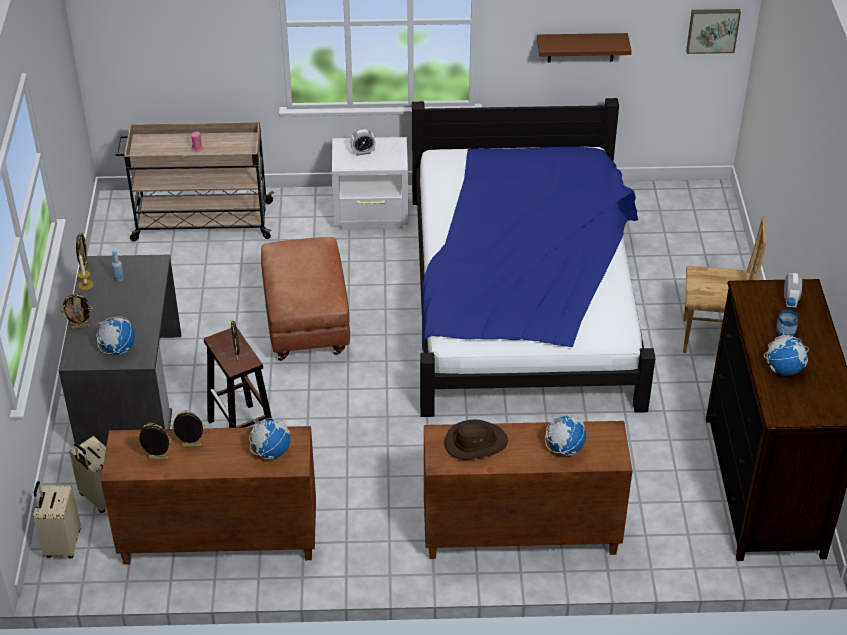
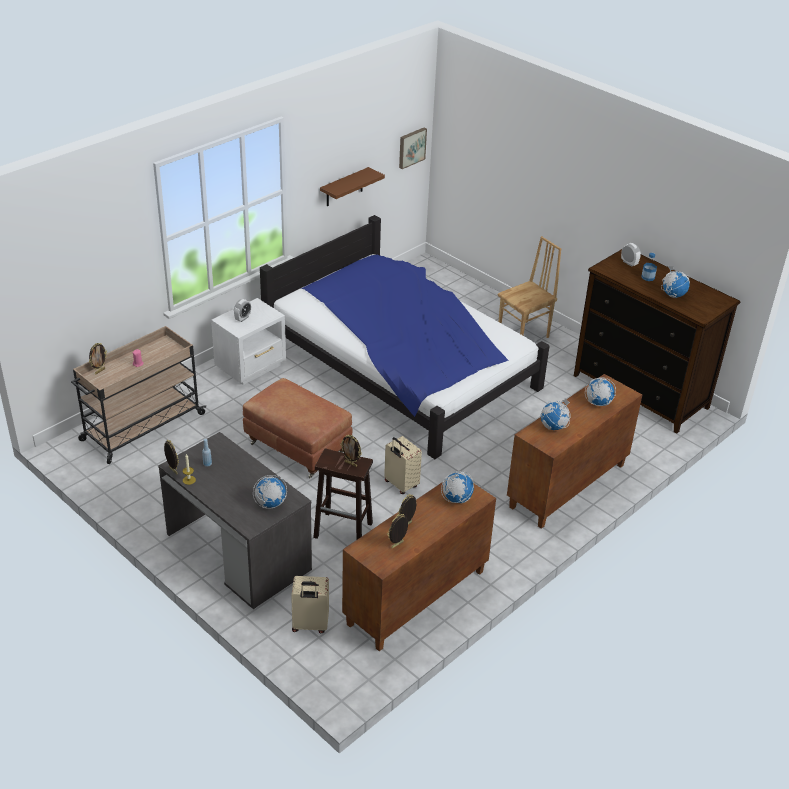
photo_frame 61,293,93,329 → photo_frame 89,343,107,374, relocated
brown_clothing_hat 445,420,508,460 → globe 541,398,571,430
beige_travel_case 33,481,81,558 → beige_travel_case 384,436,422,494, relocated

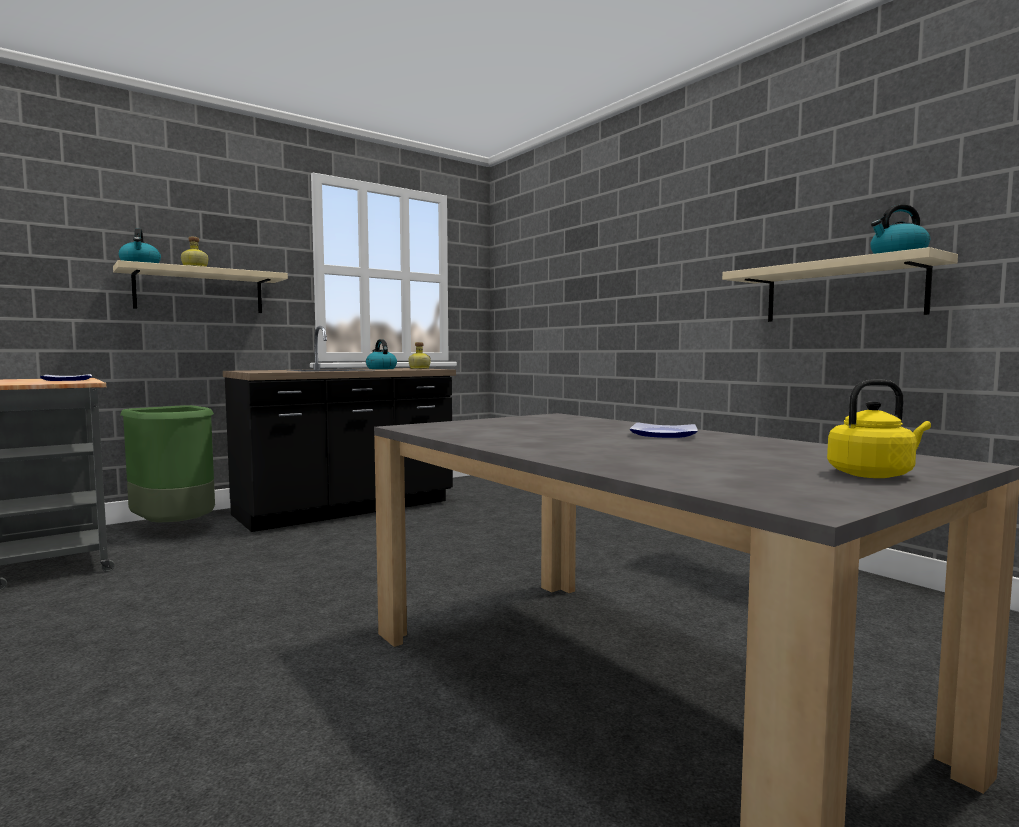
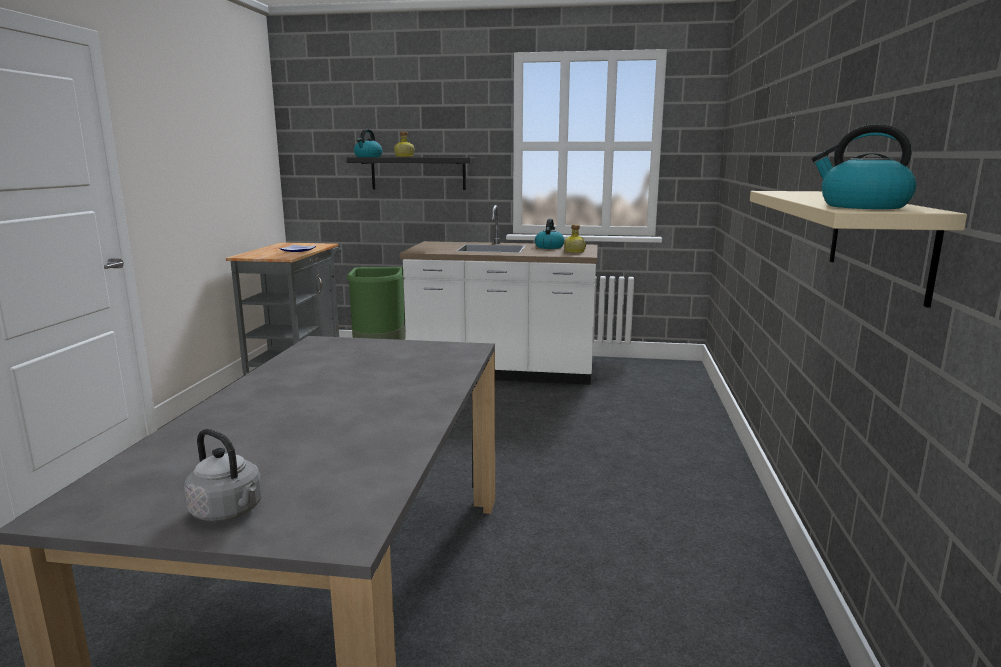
beige_shelf 113,260,288,313 → black_shelf 347,157,477,190
black_counter 223,326,456,532 → whitish_counter 400,205,598,385
yellow-coloured_water_kettle 827,379,931,478 → gray_water_kettle 184,429,262,522
flat_dish 630,422,698,438 → -

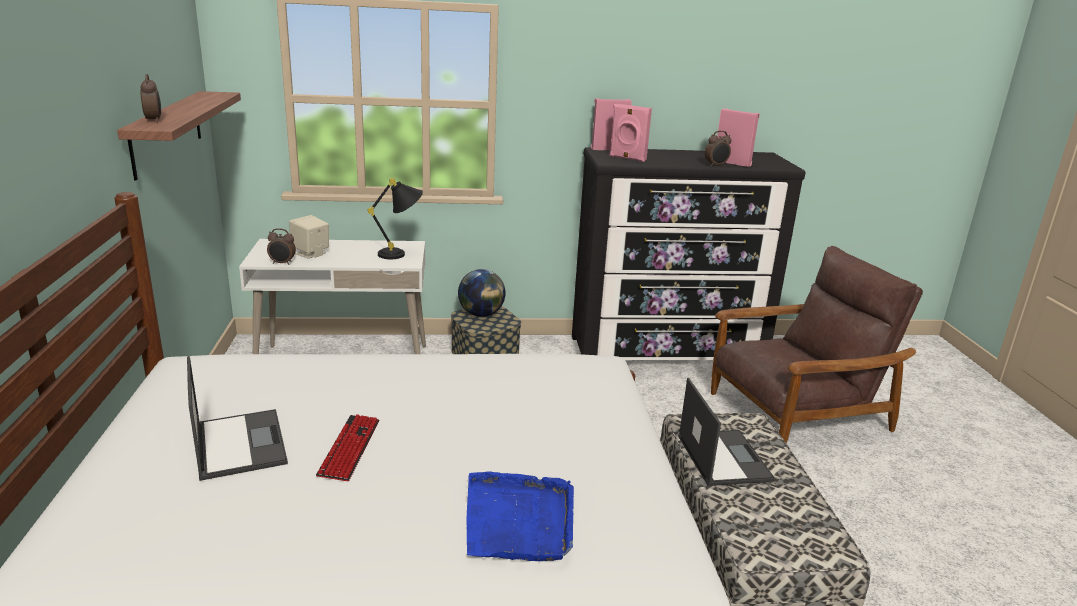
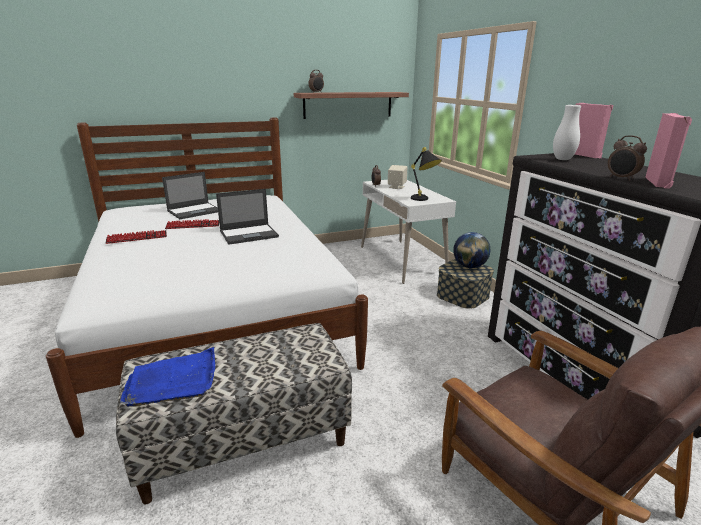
pink-coloured_audio_speaker 609,104,652,162 → whitish_decorative_vase 553,105,581,160
portable_computer 678,378,775,486 → portable_computer 216,189,279,245, relocated
blue_carrying_tray 467,472,574,561 → blue_carrying_tray 120,347,215,407, relocated
- → computer_keyboard 106,230,167,244

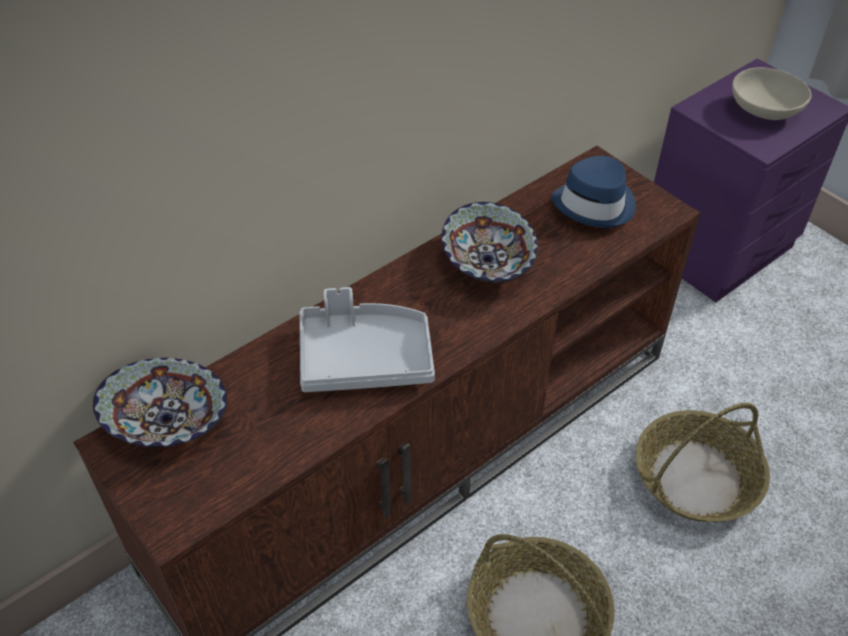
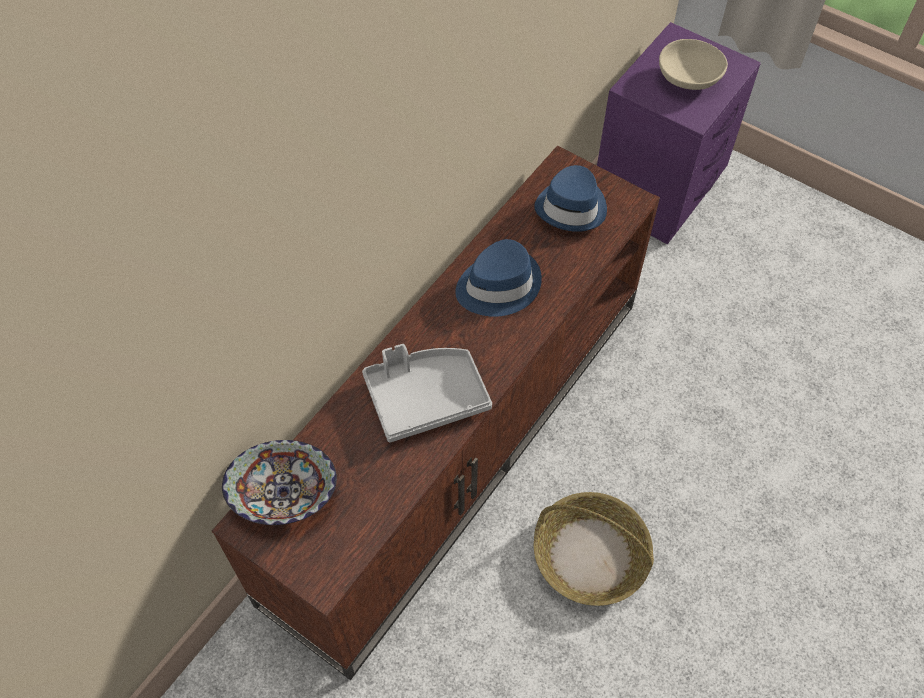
bowl 442,202,538,282 → blue_clothing_hat 455,239,542,317
basket 636,403,770,522 → -

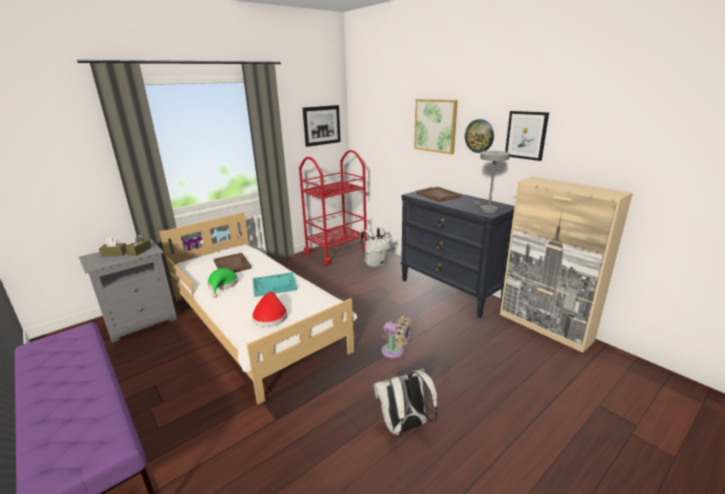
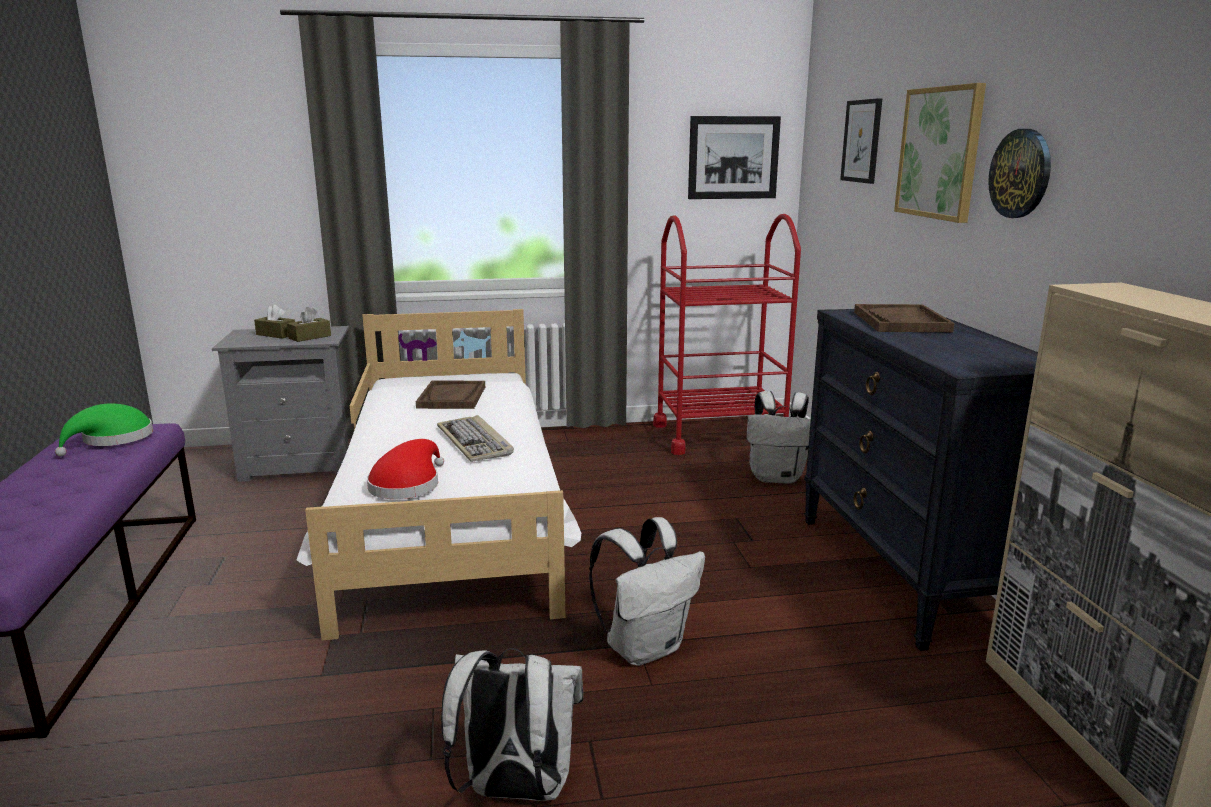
wall_art 505,111,549,161 → wall_art 840,98,882,184, relocated
gray_tabletop_lamp 474,151,510,213 → -
green-coloured_clothing_hat 207,268,238,298 → green-coloured_clothing_hat 55,403,153,456, relocated
turquoise-coloured_carrying_tray 253,272,297,297 → computer_keyboard 437,415,514,462
beige_fan 381,316,411,359 → whitish_backpack 589,517,705,666

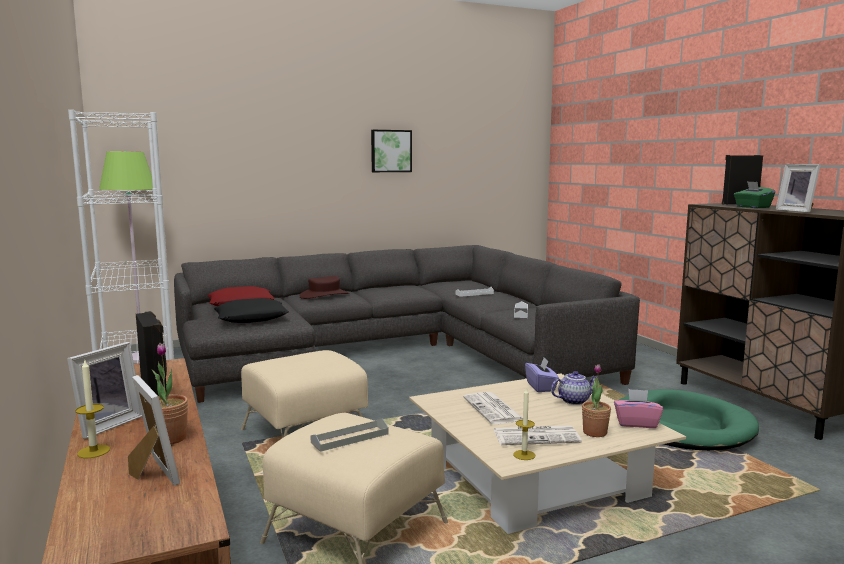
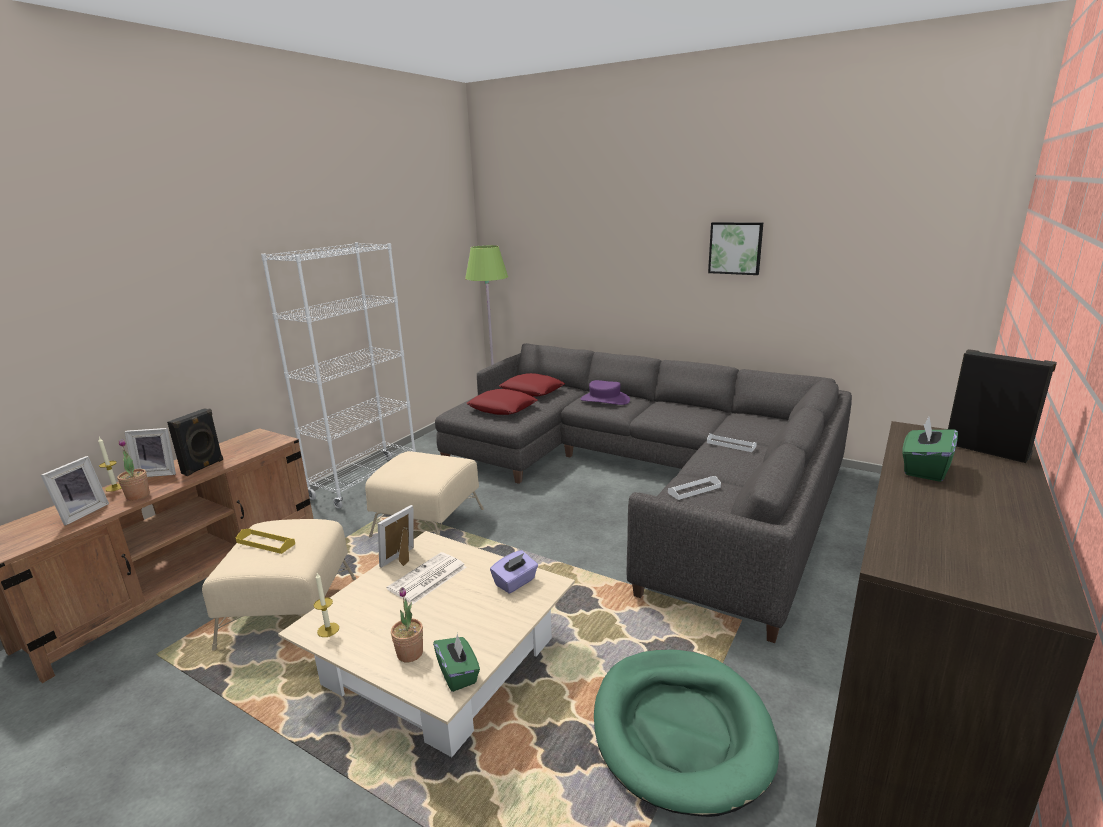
photo_frame 776,164,821,213 → photo_frame 378,505,414,568, relocated
brown_clothing_hat 299,276,349,299 → purple-coloured_clothing_hat 581,380,630,405
black_pillow 214,298,289,323 → red_pillow 467,389,538,415
teapot 551,371,598,405 → -
pink-coloured_tissue_holder 614,389,663,428 → green-coloured_tissue_holder 433,633,480,692
gray_carrying_tray 310,418,388,452 → yellow-coloured_carrying_tray 235,529,295,554
printed_paper 494,425,582,445 → -

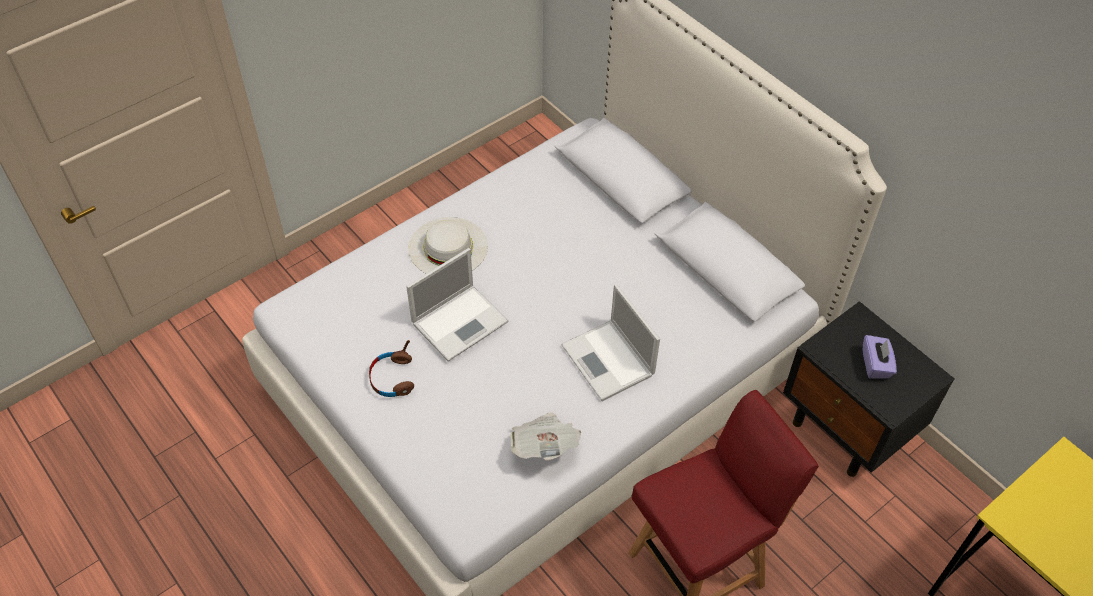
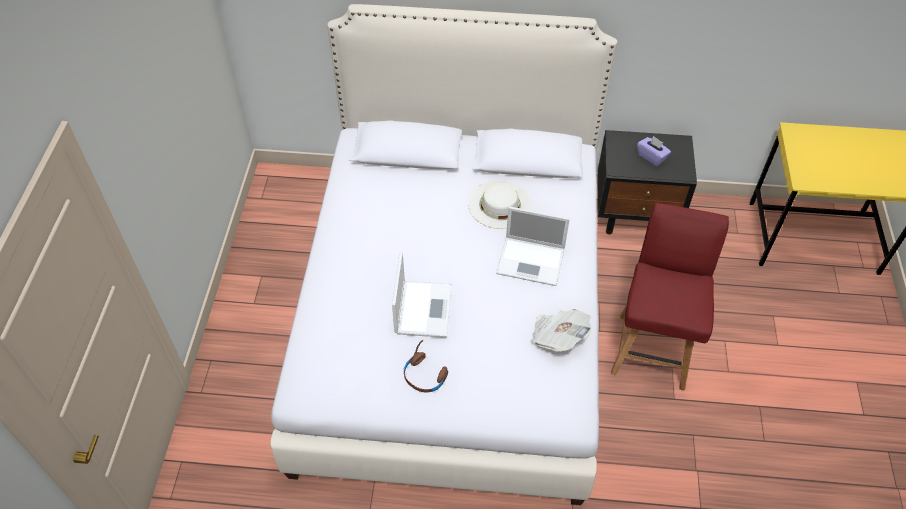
whitish_clothing_hat 409,217,488,274 → whitish_clothing_hat 468,181,532,229, relocated

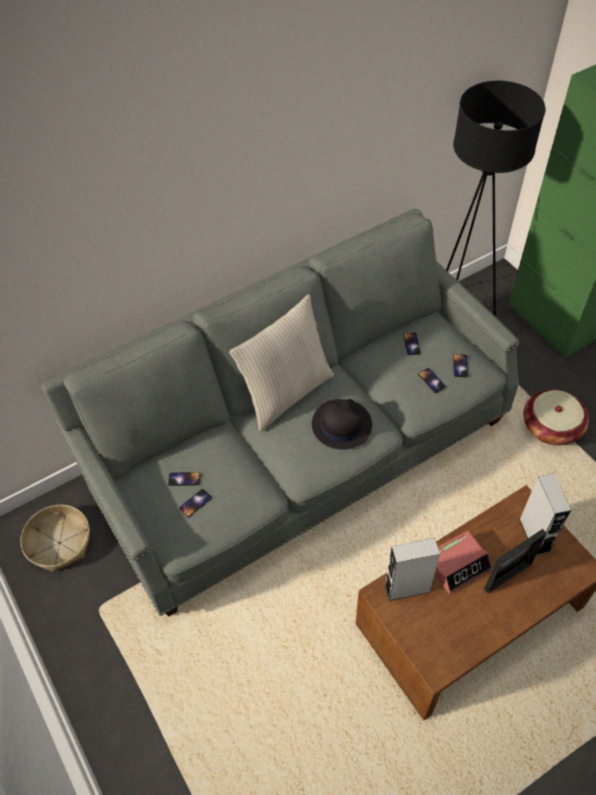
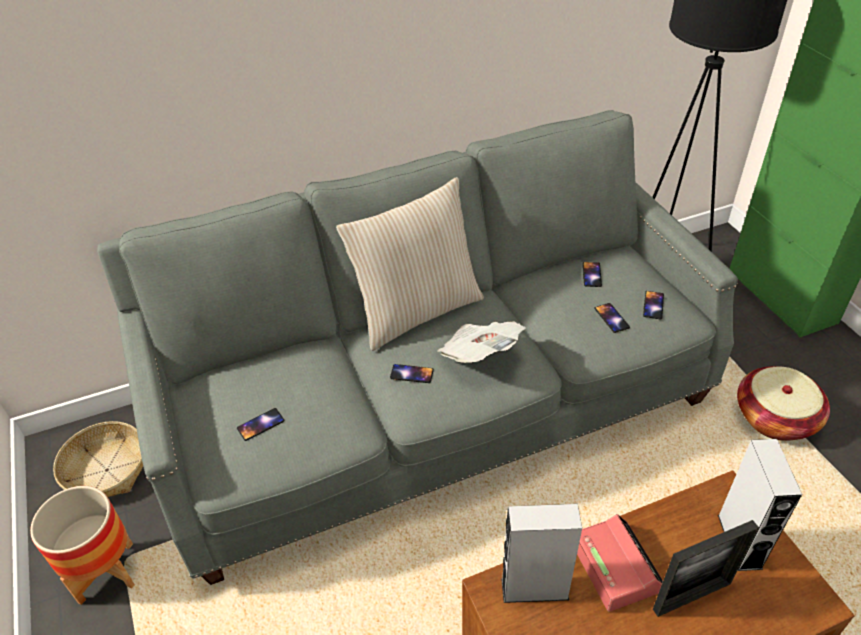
black_clothing_hat 312,399,372,450 → printed_paper 437,321,526,363
handset 168,472,200,486 → handset 390,364,434,383, relocated
table_clock 435,531,492,594 → table_clock 577,514,663,612, 90 degrees counterclockwise
- → flower_pot 30,486,135,605

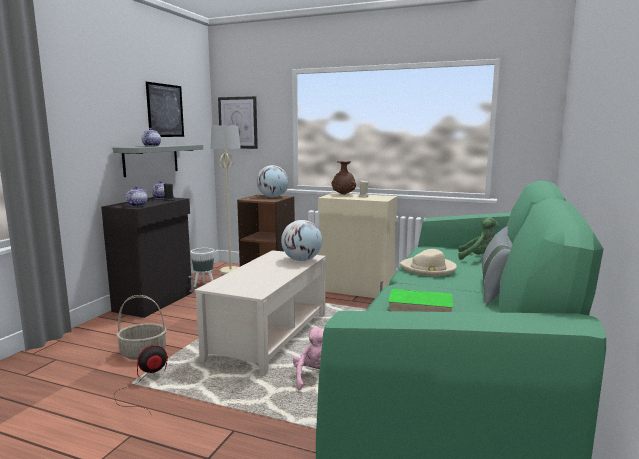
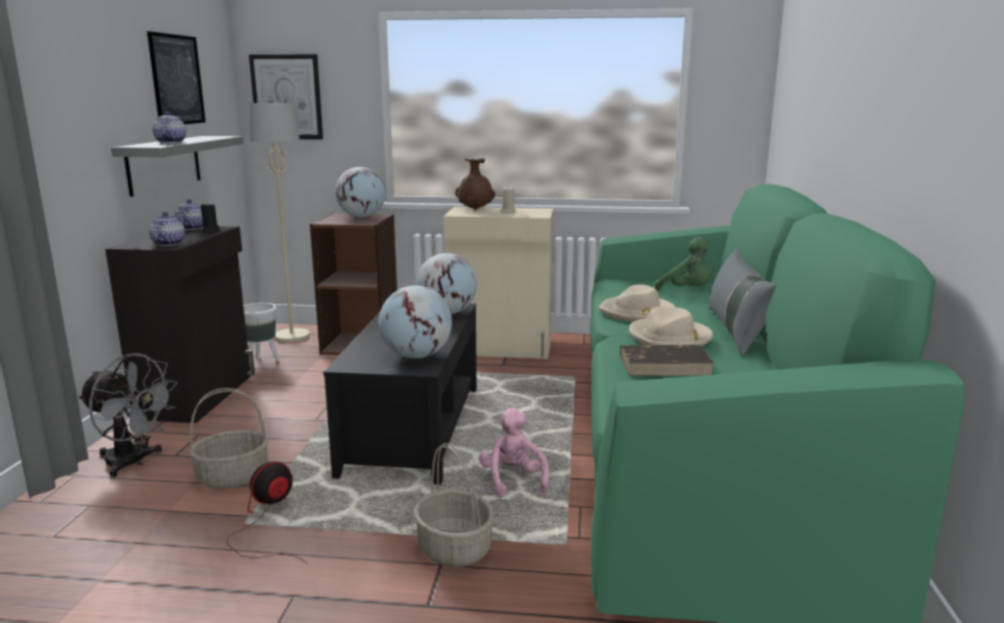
green-coloured_plush_toy 458,217,499,260 → green-coloured_plush_toy 655,237,712,290, 45 degrees clockwise
beige_low_table 195,250,326,376 → black_low_table 323,303,477,485
green-coloured_volume 388,289,453,312 → brown_volume 620,345,714,376
- → globe 379,285,452,359
- → beige_clothing_hat 629,306,713,347
- → gray_fan 78,353,178,477
- → basket 414,443,494,567

